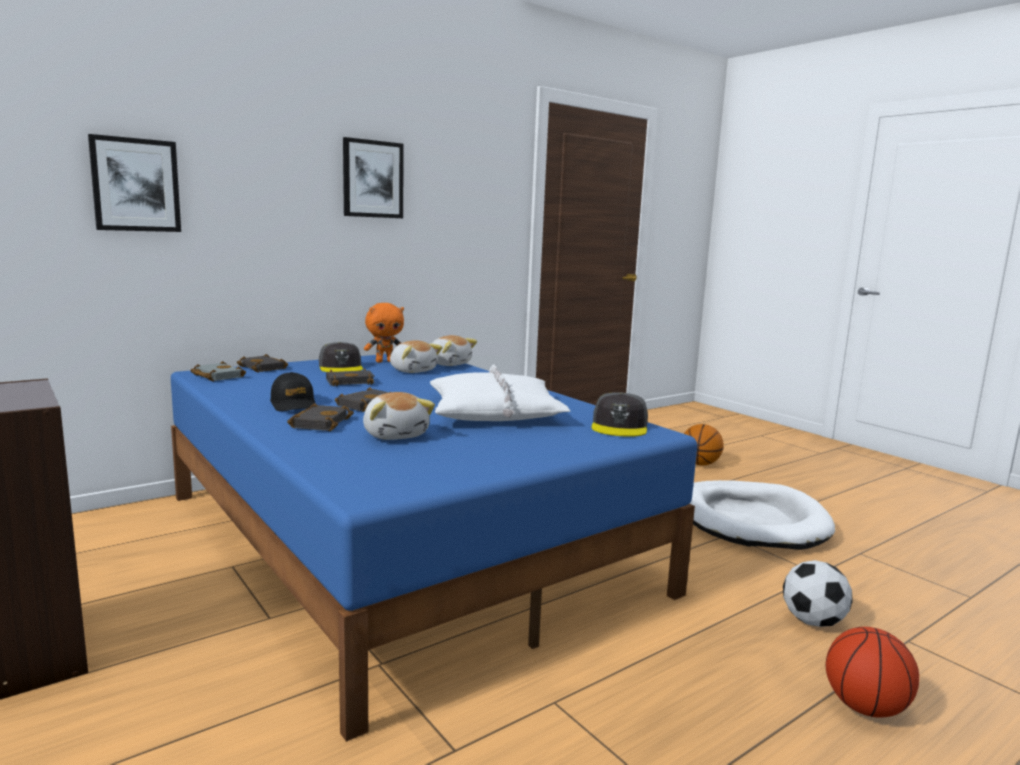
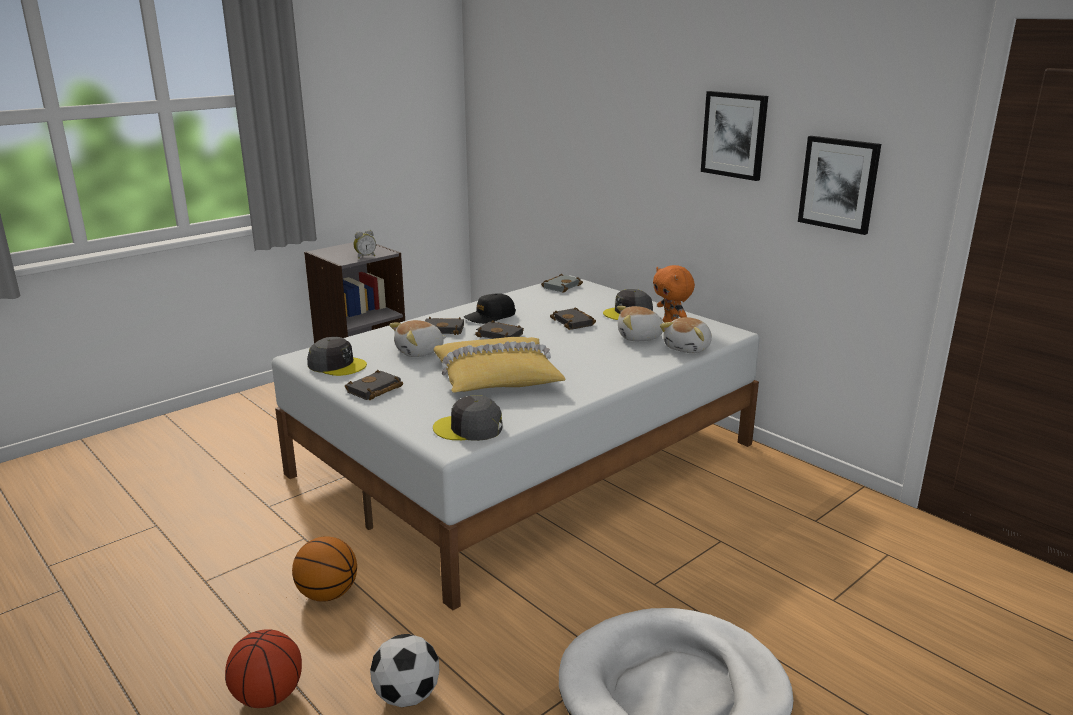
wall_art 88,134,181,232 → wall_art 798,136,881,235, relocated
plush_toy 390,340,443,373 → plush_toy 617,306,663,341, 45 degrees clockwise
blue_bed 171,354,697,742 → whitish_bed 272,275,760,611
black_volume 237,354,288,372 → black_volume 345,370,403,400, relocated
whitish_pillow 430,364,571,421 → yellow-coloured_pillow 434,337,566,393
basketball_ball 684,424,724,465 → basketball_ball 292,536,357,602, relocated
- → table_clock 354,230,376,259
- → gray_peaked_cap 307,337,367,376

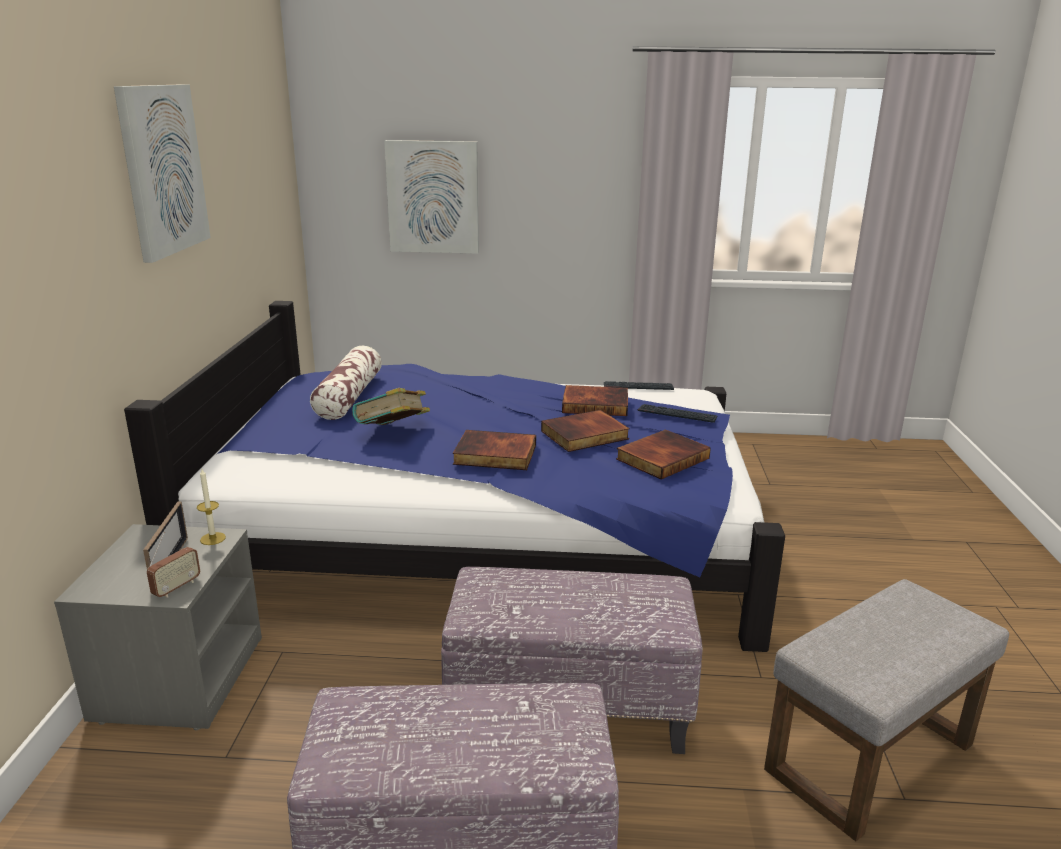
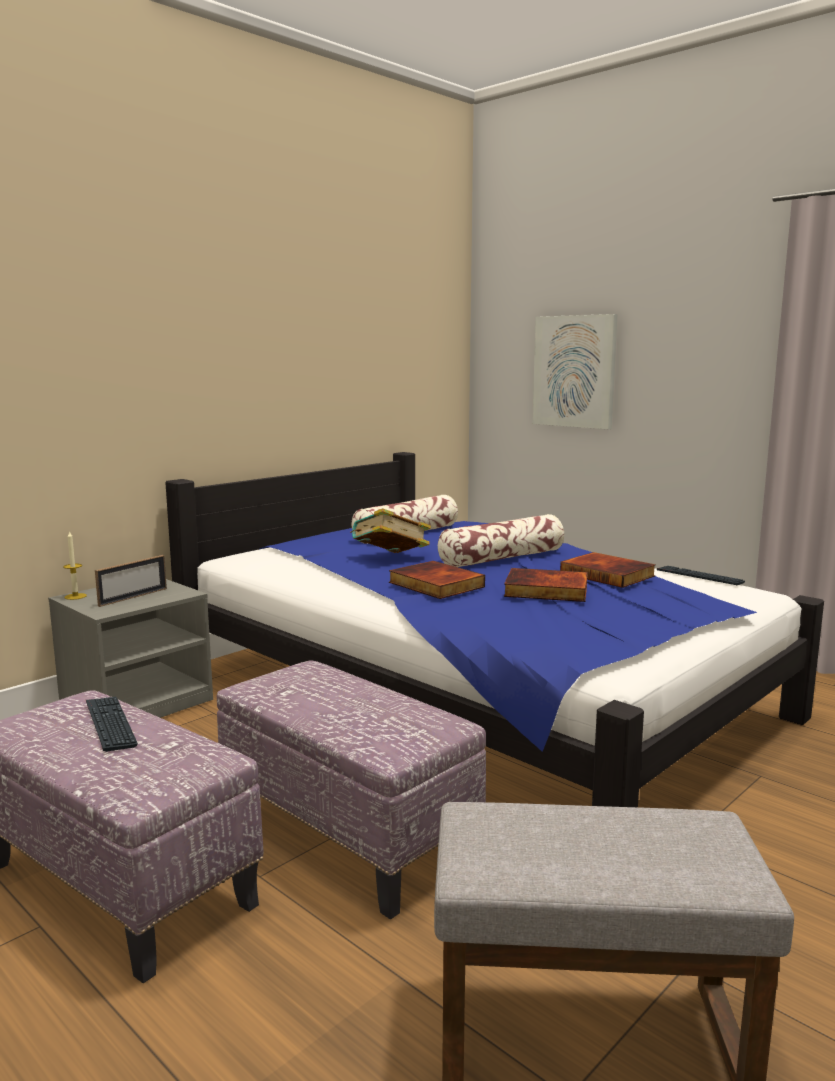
wall_art 114,84,211,263 → -
computer_keyboard 638,404,717,423 → computer_keyboard 86,697,138,752, relocated
volume 616,429,711,479 → -
wax_light 197,469,226,545 → wax_light 63,531,87,600, relocated
radio_set 147,532,200,598 → -
- → pillow 438,514,564,567

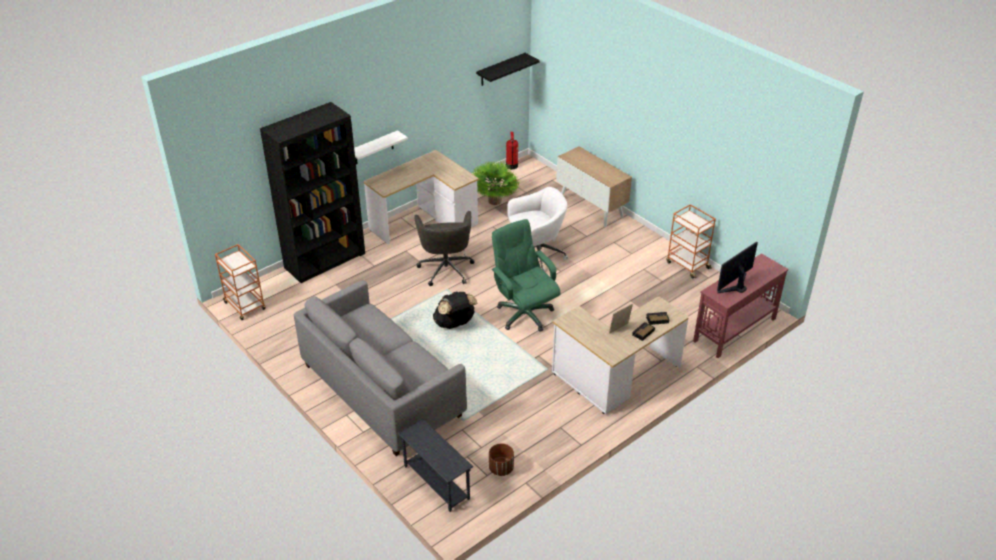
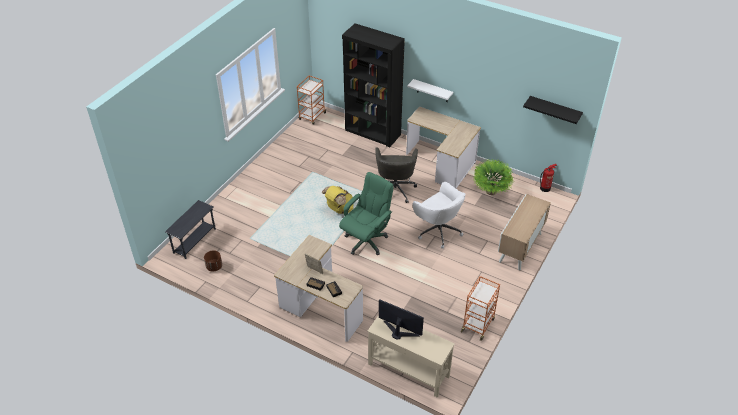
gray_computer_chair 414,211,474,286 → gray_computer_chair 375,147,418,203, 60 degrees counterclockwise
red_narrow_table 693,253,788,358 → beige_narrow_table 367,315,455,398
gray_couch 294,280,467,456 → -
black_backpack 433,292,477,329 → yellow-coloured_backpack 321,186,354,214

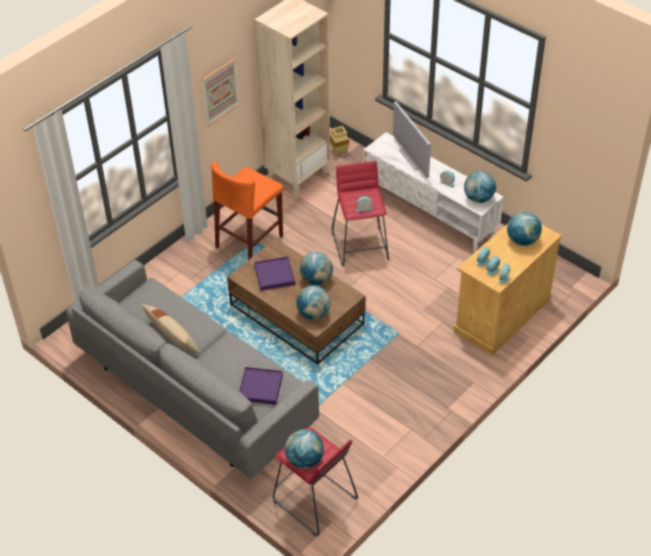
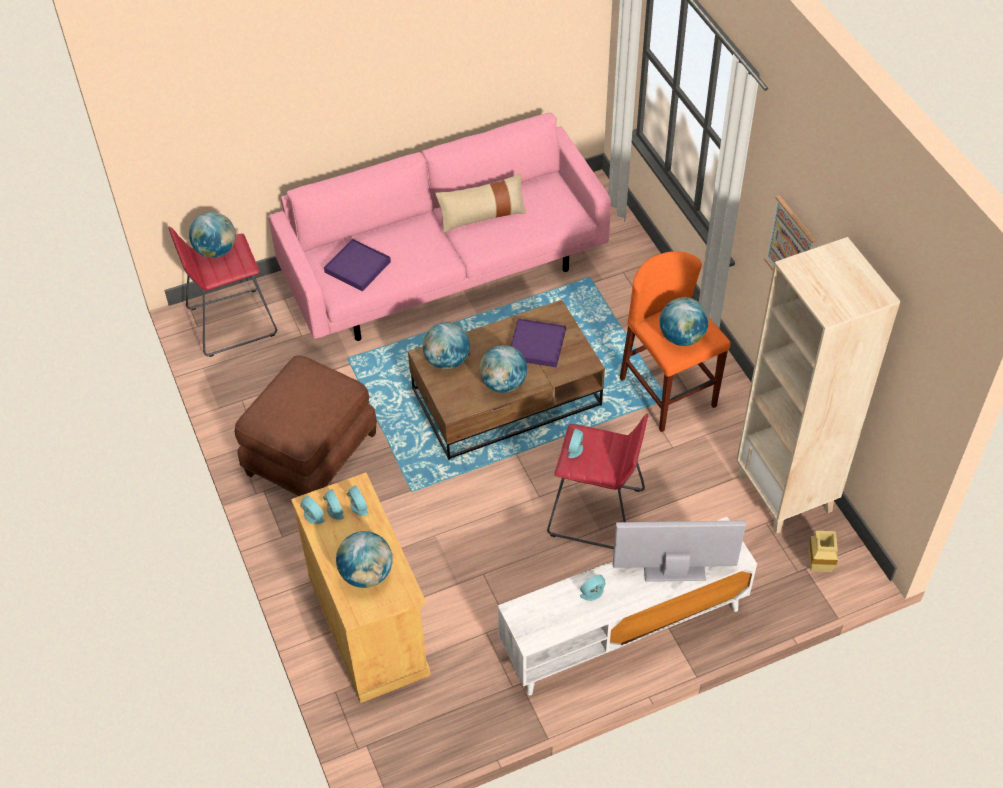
globe 464,171,496,203 → globe 660,297,709,346, relocated
gray_couch 66,260,319,479 → pink-coloured_couch 269,113,611,341
- → brown_pouffe 235,355,377,496

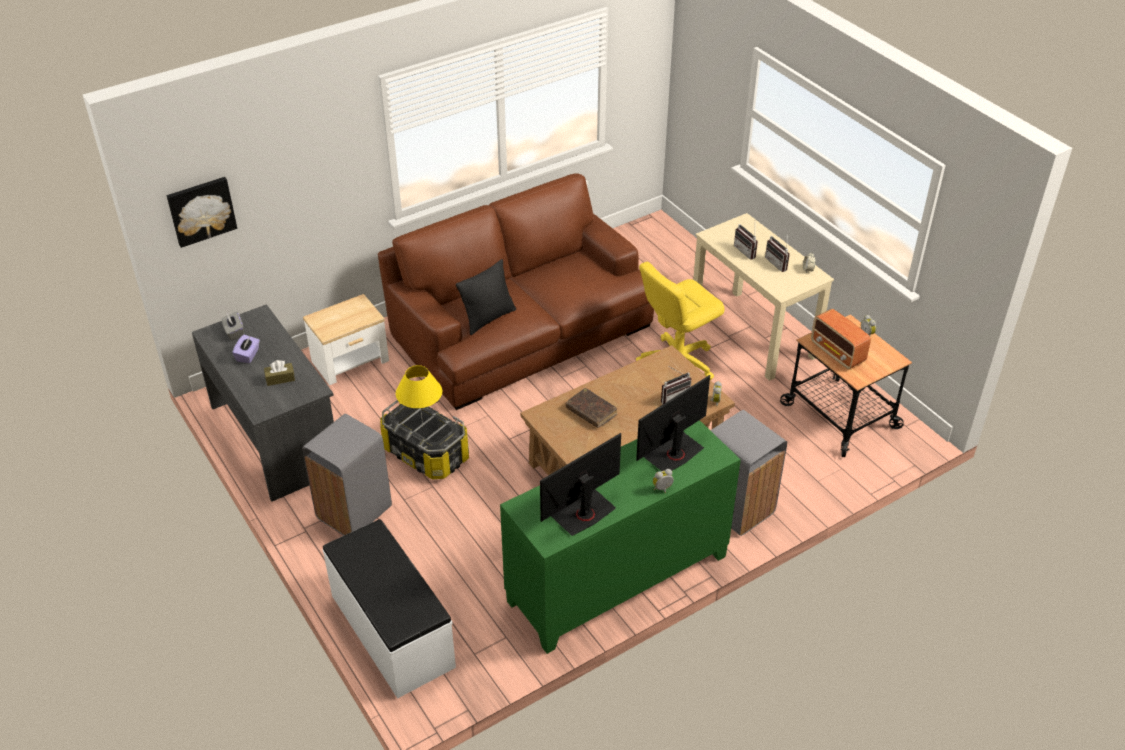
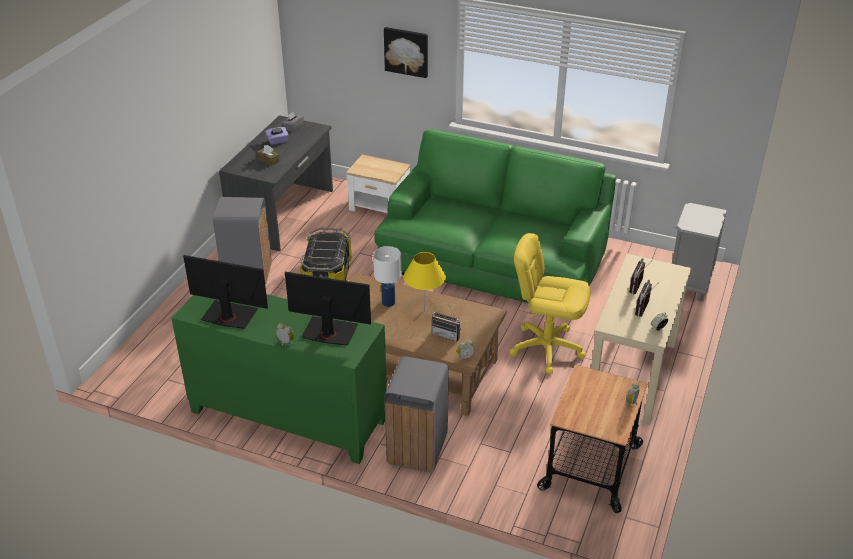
brown_couch 378,173,654,410 → green-coloured_couch 375,129,616,303
wall_art 167,177,237,248 → wall_art 384,27,428,78, relocated
black_pillow 456,259,516,335 → -
radio_set 811,309,871,369 → -
yellow-coloured_tabletop_lamp 396,365,442,427 → yellow-coloured_tabletop_lamp 403,252,446,312, relocated
brown_volume 565,388,617,428 → whitish_tabletop_lamp 373,246,402,307
whitish_long_seat 323,519,456,699 → -
- → gray_nightstand 672,203,727,301

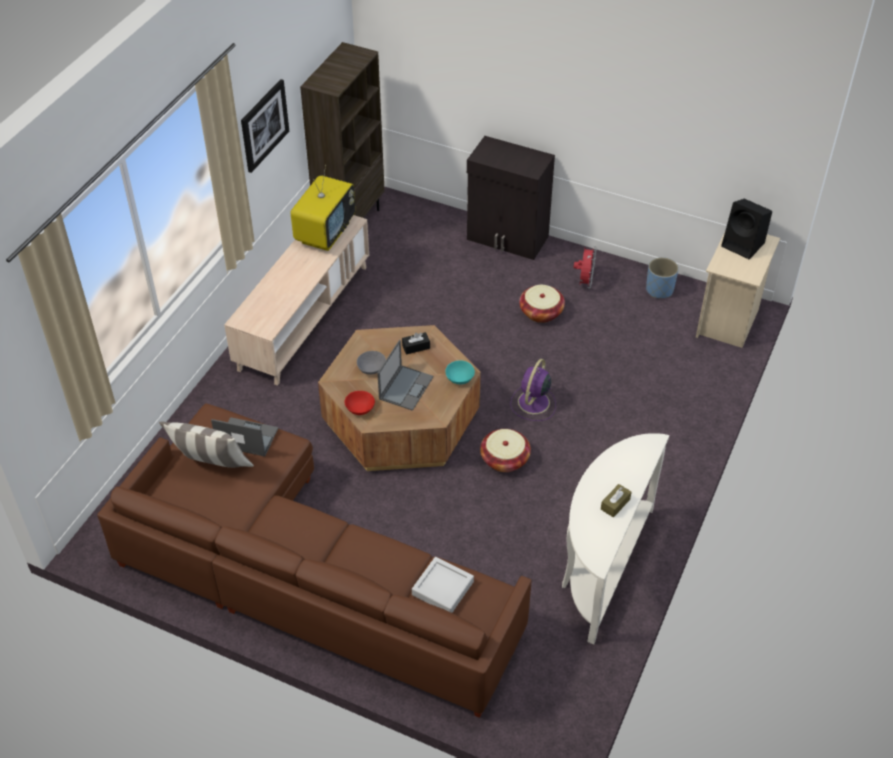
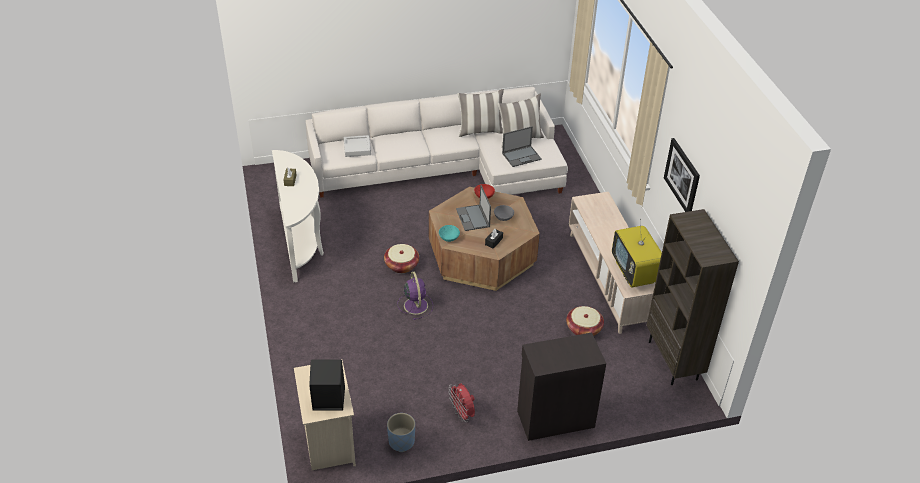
basket 519,285,565,323 → basket 566,306,604,336, relocated
brown_couch 97,403,531,718 → whitish_couch 306,87,568,198
- → pillow 457,89,504,137

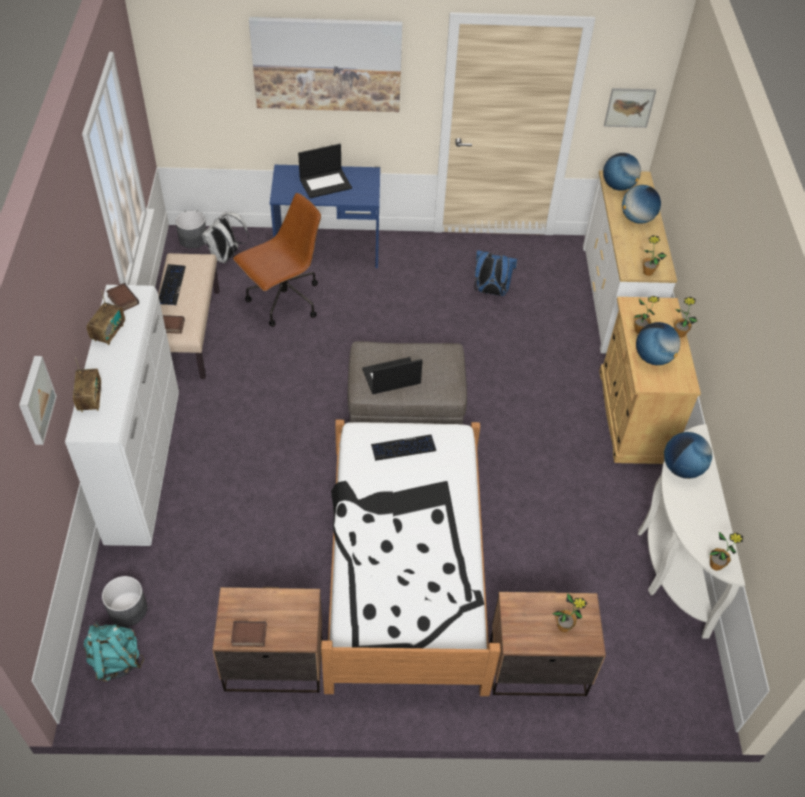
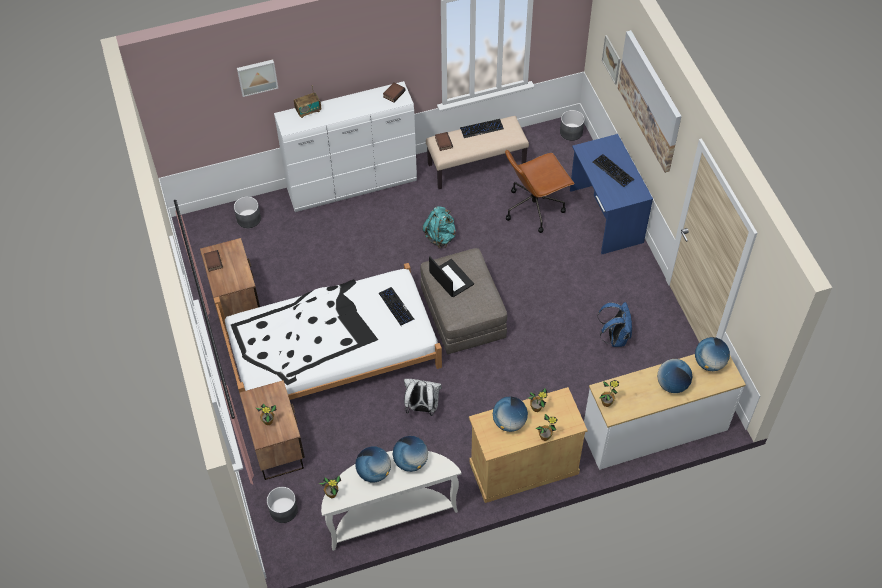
wall_art 604,88,656,128 → wall_art 602,35,620,85, relocated
portable_computer 298,144,352,198 → computer_keyboard 593,154,634,187
brown_computer_chair 233,193,321,327 → brown_computer_chair 505,150,575,233, 120 degrees clockwise
whitish_backpack 202,211,249,263 → whitish_backpack 404,379,442,416, relocated
radio_set 87,290,125,345 → -
turquoise-coloured_backpack 84,622,144,682 → turquoise-coloured_backpack 422,206,456,248, relocated
- → globe 355,447,391,482
- → gray_flower_pot 267,487,298,523

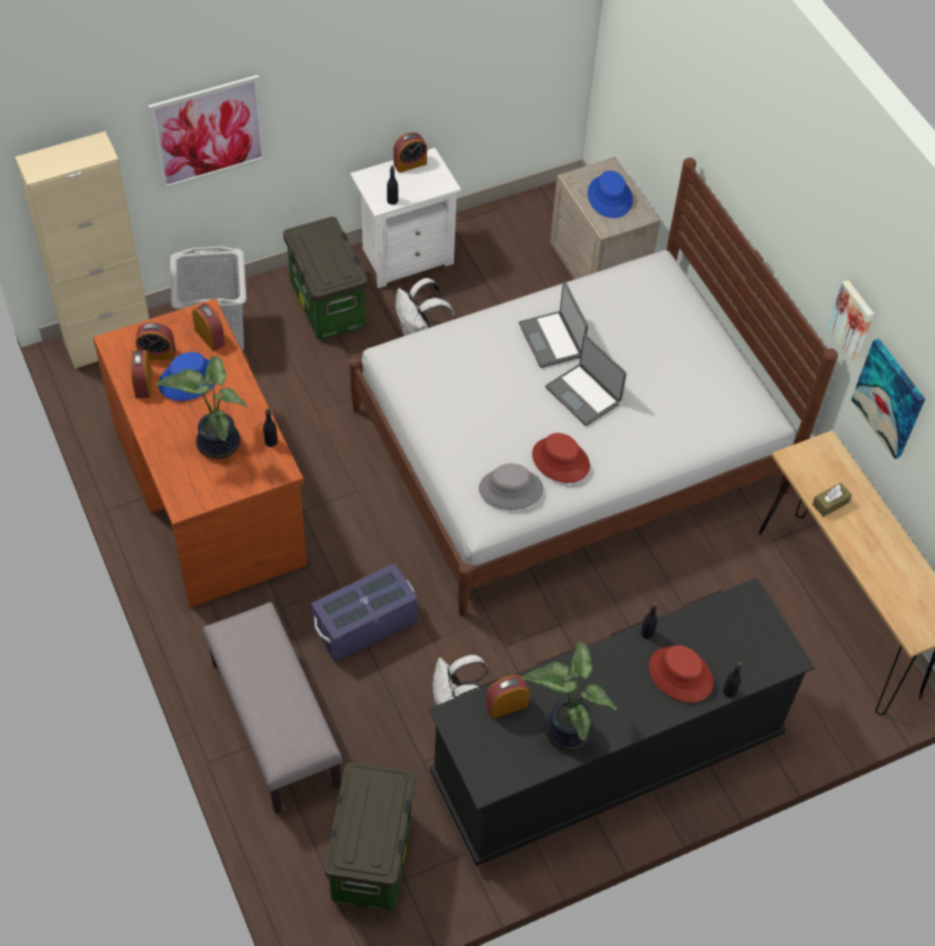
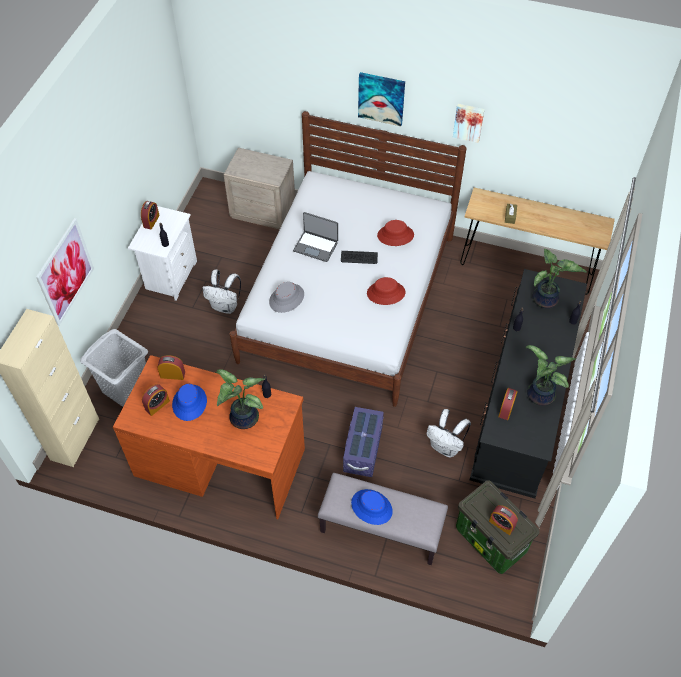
blue_clothing_hat 588,171,633,218 → blue_clothing_hat 351,489,393,525, relocated
storage_box 283,217,367,340 → -
portable_computer 545,334,627,426 → computer_keyboard 341,251,378,264
wall_art 851,339,925,459 → wall_art 358,72,405,126, relocated
table_clock 130,350,152,398 → table_clock 489,505,518,535, relocated
gray_clothing_hat 479,464,544,510 → gray_clothing_hat 269,282,304,313, relocated
red_clothing_hat 649,645,714,702 → red_clothing_hat 377,220,414,246, relocated
- → plant_in_a_pot 533,249,587,308

